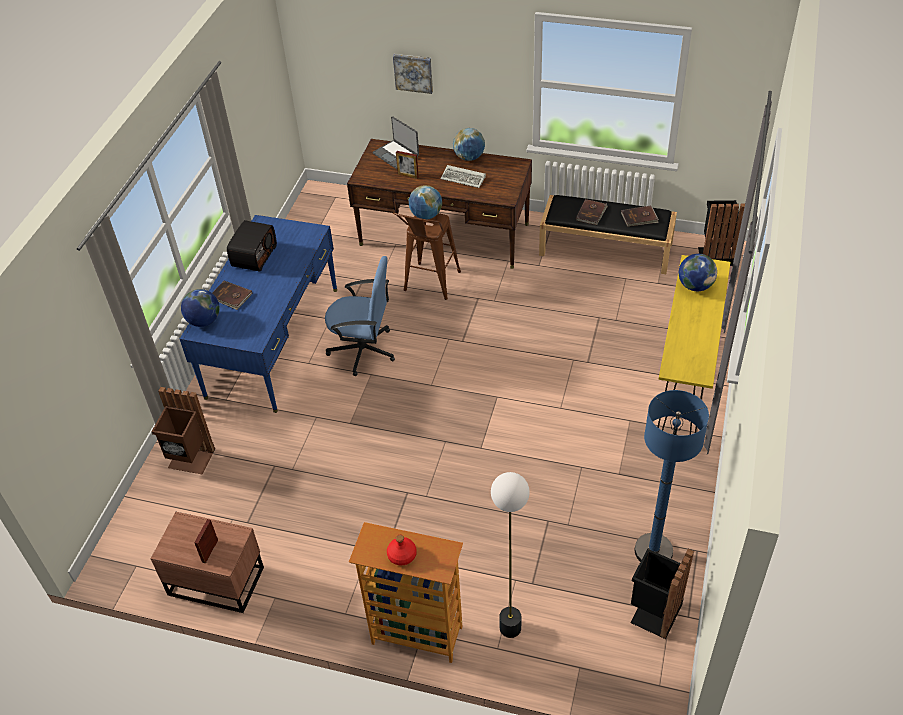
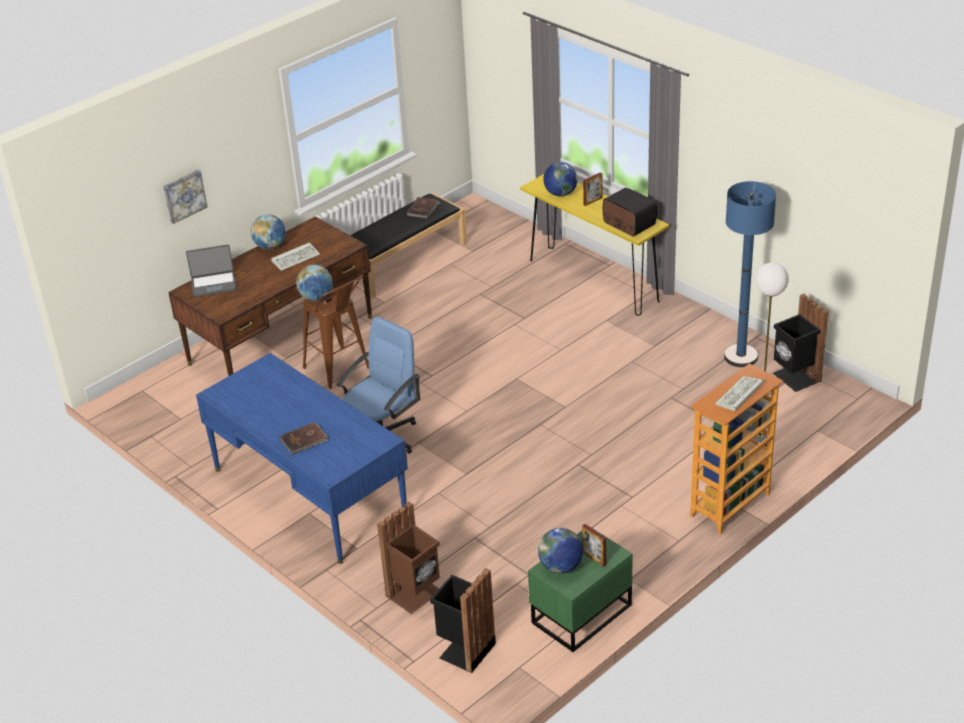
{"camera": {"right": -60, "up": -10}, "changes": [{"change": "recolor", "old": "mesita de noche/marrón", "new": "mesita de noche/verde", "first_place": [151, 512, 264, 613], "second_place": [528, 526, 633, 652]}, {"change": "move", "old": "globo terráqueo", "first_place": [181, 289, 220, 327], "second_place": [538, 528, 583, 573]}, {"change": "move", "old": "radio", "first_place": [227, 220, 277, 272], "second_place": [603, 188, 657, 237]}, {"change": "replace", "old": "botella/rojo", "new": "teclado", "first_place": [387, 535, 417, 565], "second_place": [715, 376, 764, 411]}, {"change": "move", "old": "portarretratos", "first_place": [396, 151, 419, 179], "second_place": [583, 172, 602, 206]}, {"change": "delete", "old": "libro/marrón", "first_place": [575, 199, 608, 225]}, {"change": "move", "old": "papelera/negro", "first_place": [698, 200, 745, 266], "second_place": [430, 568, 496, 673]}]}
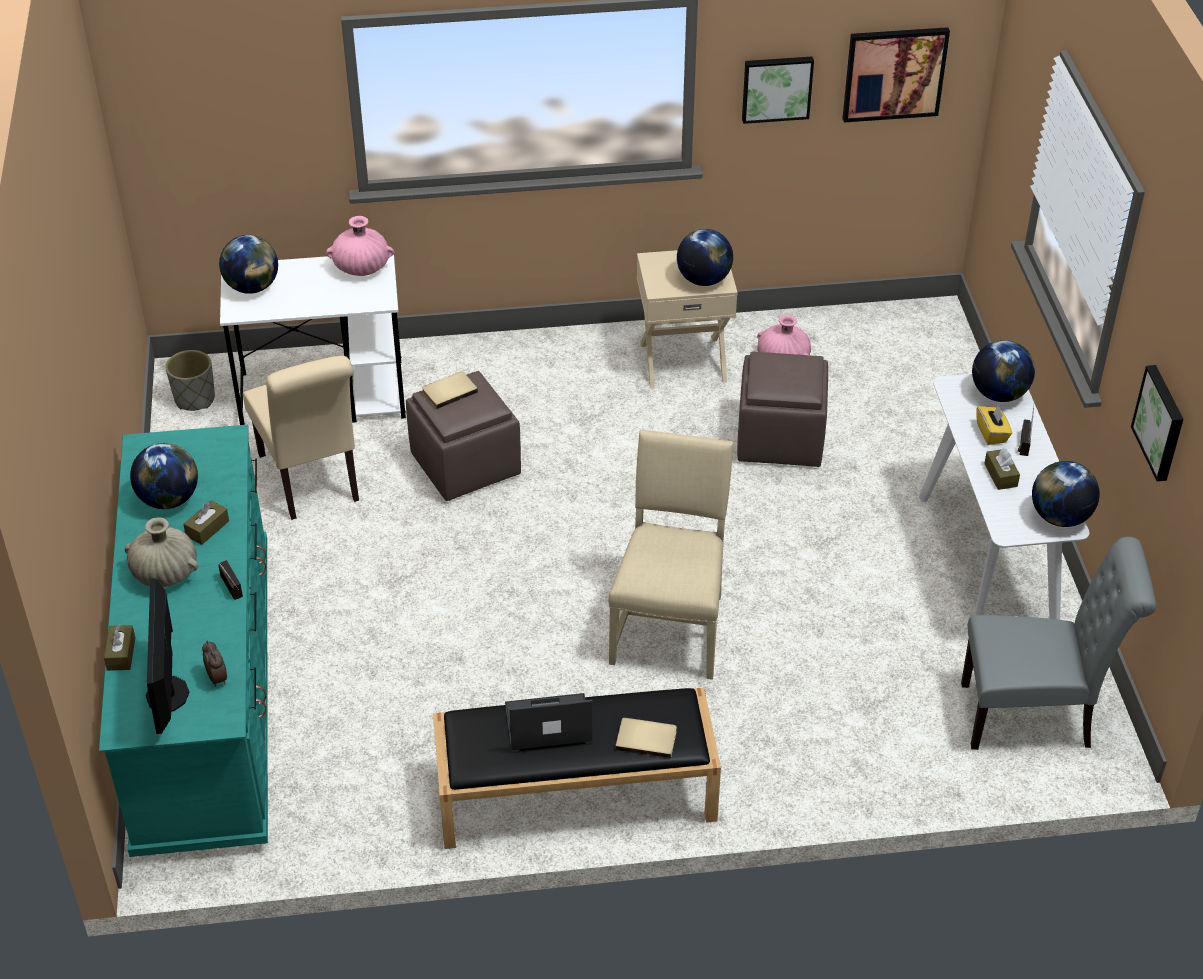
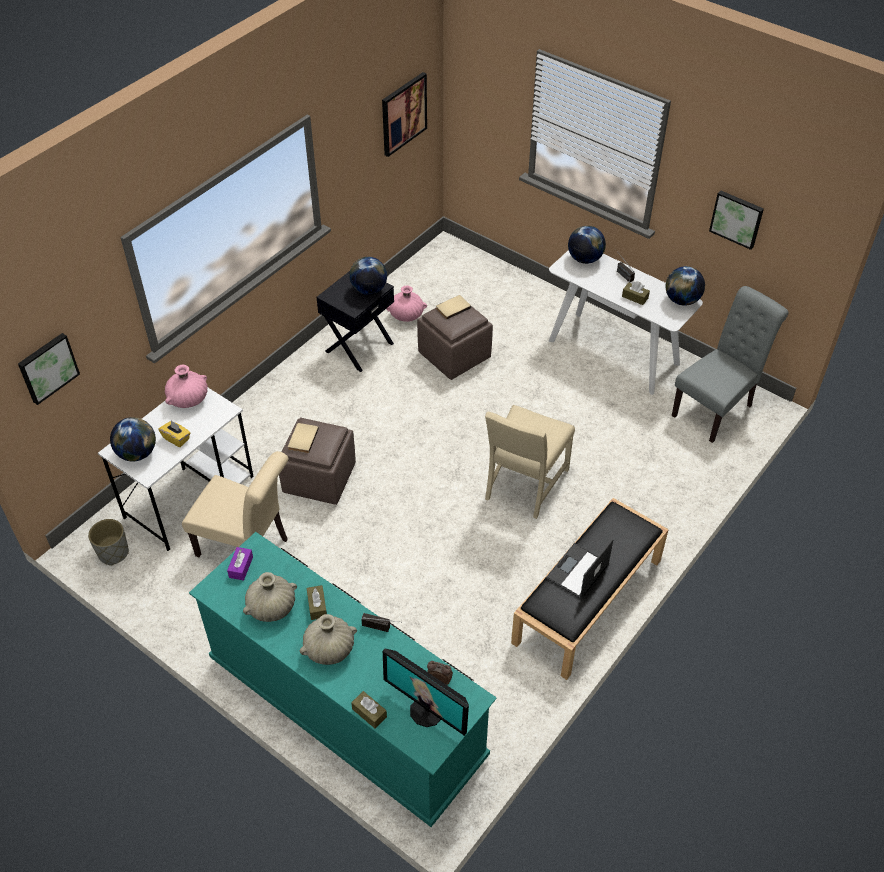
{"camera": {"right": -45, "up": 5}, "changes": [{"change": "replace", "old": "globo terráqueo", "new": "florero/beis", "first_place": [130, 443, 198, 509], "second_place": [243, 572, 297, 622]}, {"change": "rotate", "old": "silla/beis", "first_place": [608, 429, 733, 680], "second_place": [485, 405, 575, 519], "degrees": -120}, {"change": "move", "old": "libro/beis", "first_place": [615, 718, 677, 758], "second_place": [436, 295, 471, 320]}, {"change": "recolor", "old": "mesita de noche/beis", "new": "mesita de noche/negro", "first_place": [637, 250, 738, 389], "second_place": [316, 271, 394, 372]}, {"change": "move", "old": "cuadro", "first_place": [742, 57, 814, 124], "second_place": [18, 333, 80, 405]}, {"change": "move", "old": "caja de pañuelos/amarillo", "first_place": [976, 405, 1012, 445], "second_place": [159, 421, 191, 447]}, {"change": "insert", "new": "caja de pañuelos/morado", "second_place": [227, 547, 253, 580]}]}
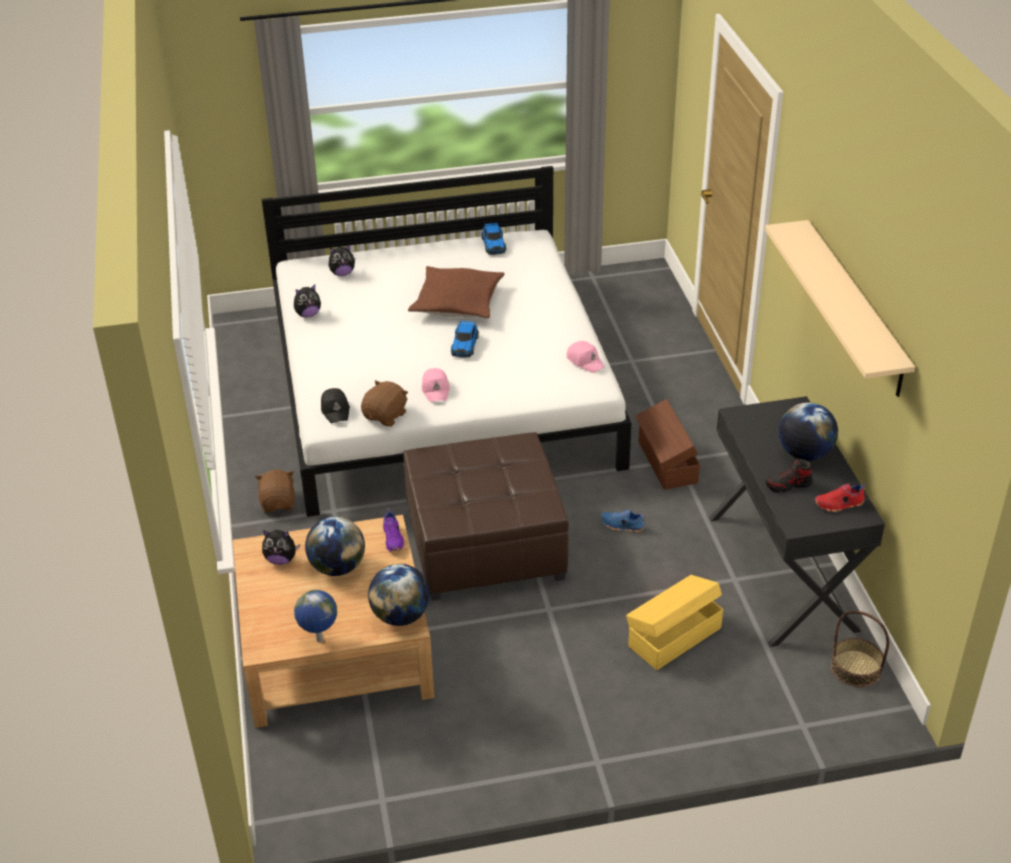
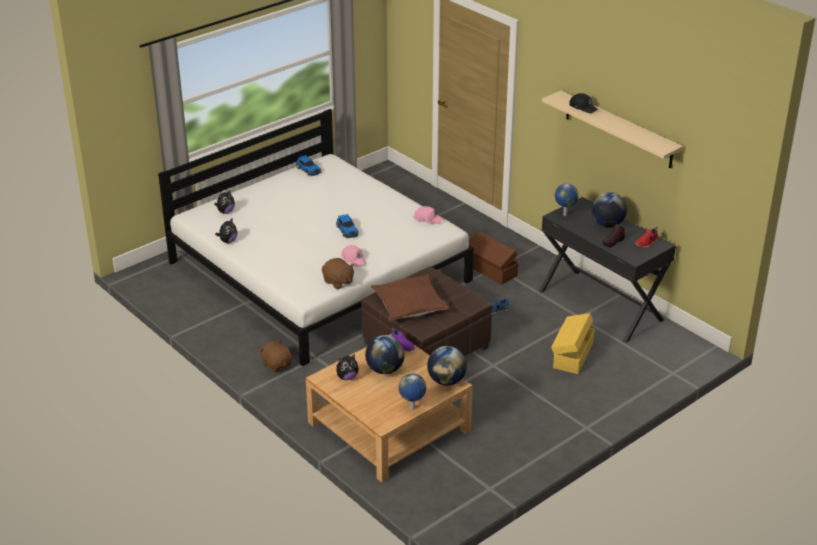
{"camera": {"right": -30, "up": -5}, "changes": [{"change": "move", "old": "gorra/negro", "first_place": [321, 388, 350, 423], "second_place": [569, 93, 598, 113]}, {"change": "rotate", "old": "peluche/marrón", "first_place": [361, 380, 408, 427], "second_place": [322, 258, 354, 289], "degrees": 135}, {"change": "move", "old": "cojín/marrón", "first_place": [408, 266, 504, 319], "second_place": [371, 275, 449, 321]}, {"change": "delete", "old": "cesta", "first_place": [831, 611, 889, 687]}, {"change": "insert", "new": "globo terráqueo", "second_place": [555, 183, 578, 216]}]}
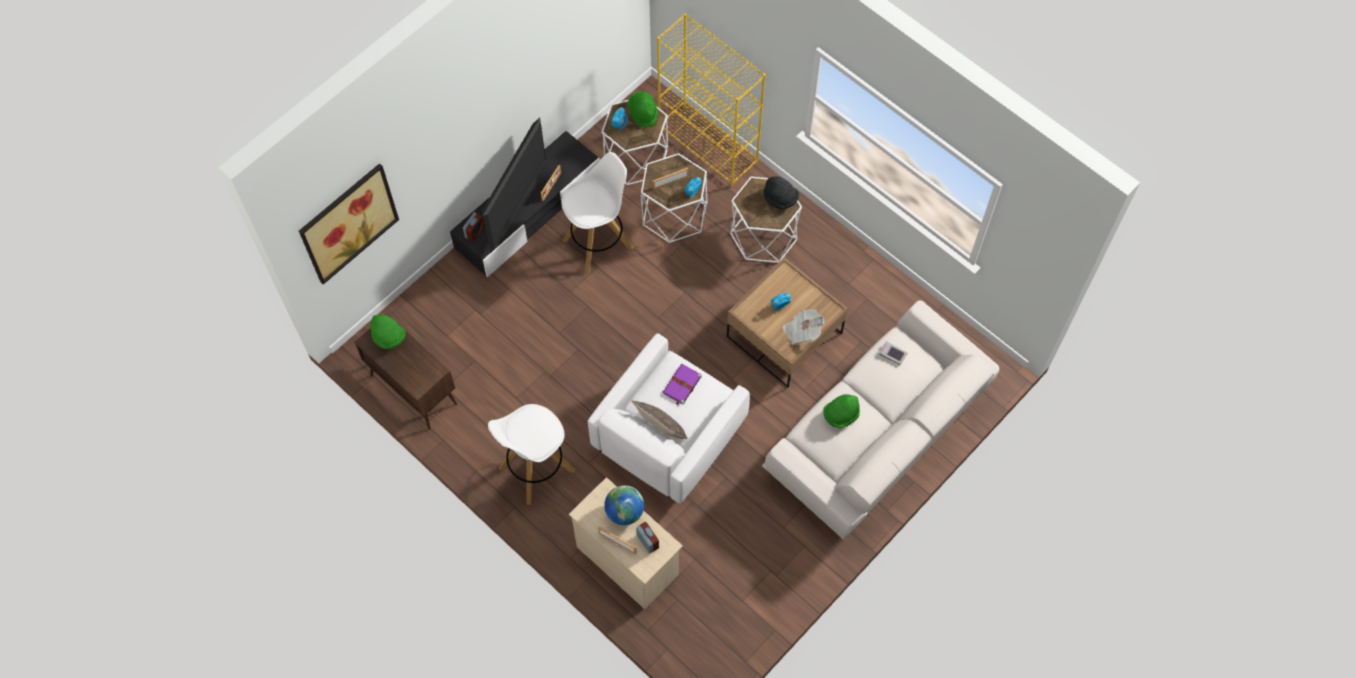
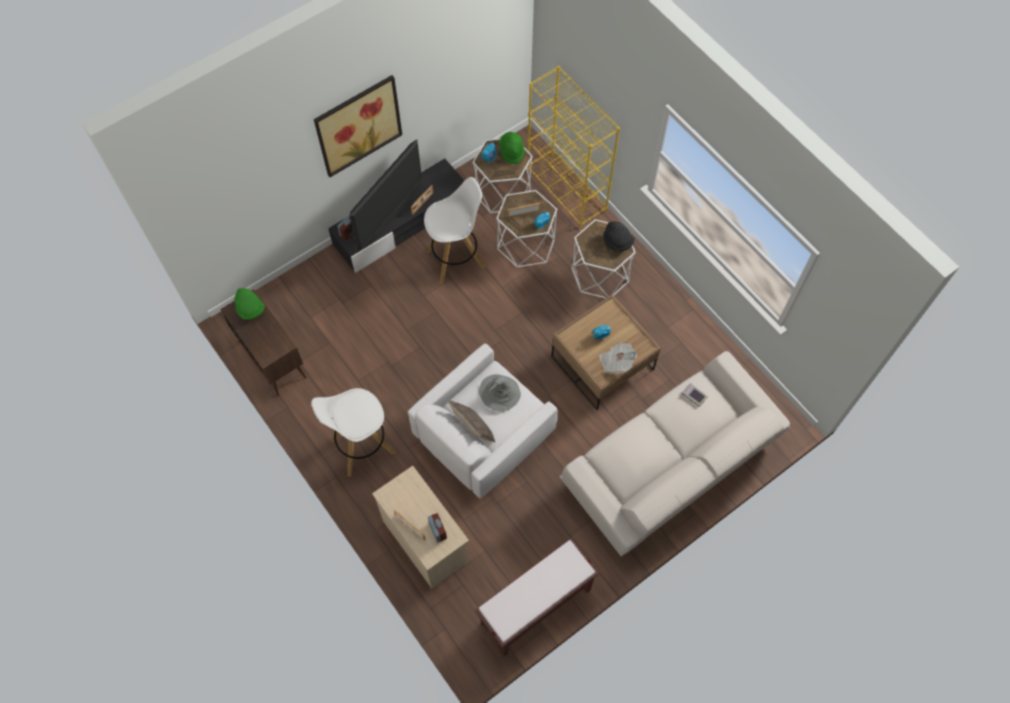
{"camera": {"right": 10, "up": 0}, "changes": [{"change": "move", "old": "cuadro", "first_place": [299, 163, 399, 284], "second_place": [314, 75, 402, 177]}, {"change": "delete", "old": "globo terráqueo", "first_place": [604, 485, 644, 525]}, {"change": "replace", "old": "libro/morado", "new": "sombrero/gris", "first_place": [662, 364, 702, 405], "second_place": [479, 374, 521, 412]}, {"change": "delete", "old": "sombrero/verde", "first_place": [823, 394, 860, 428]}, {"change": "insert", "new": "banco/marrón", "second_place": [474, 538, 599, 657]}]}
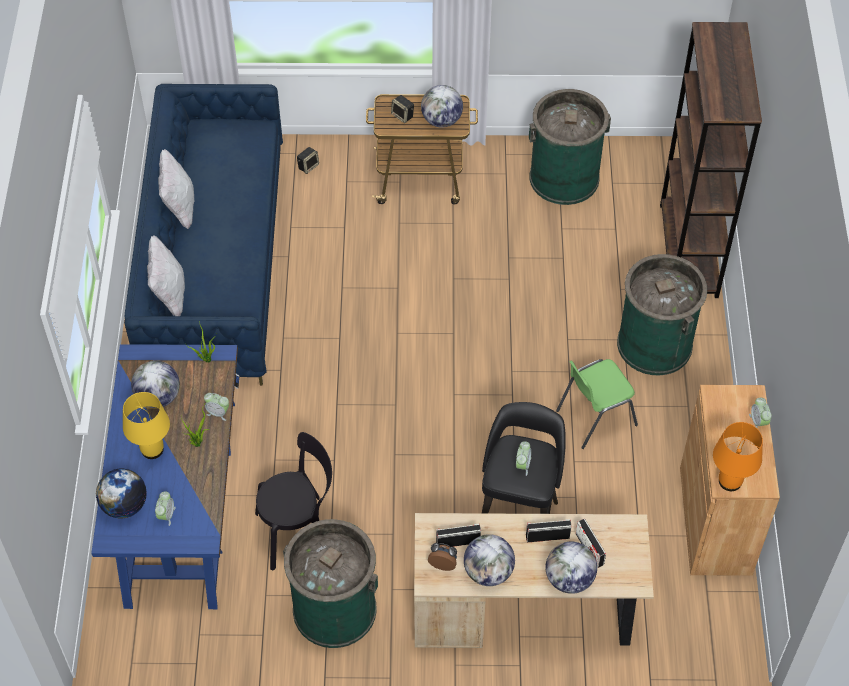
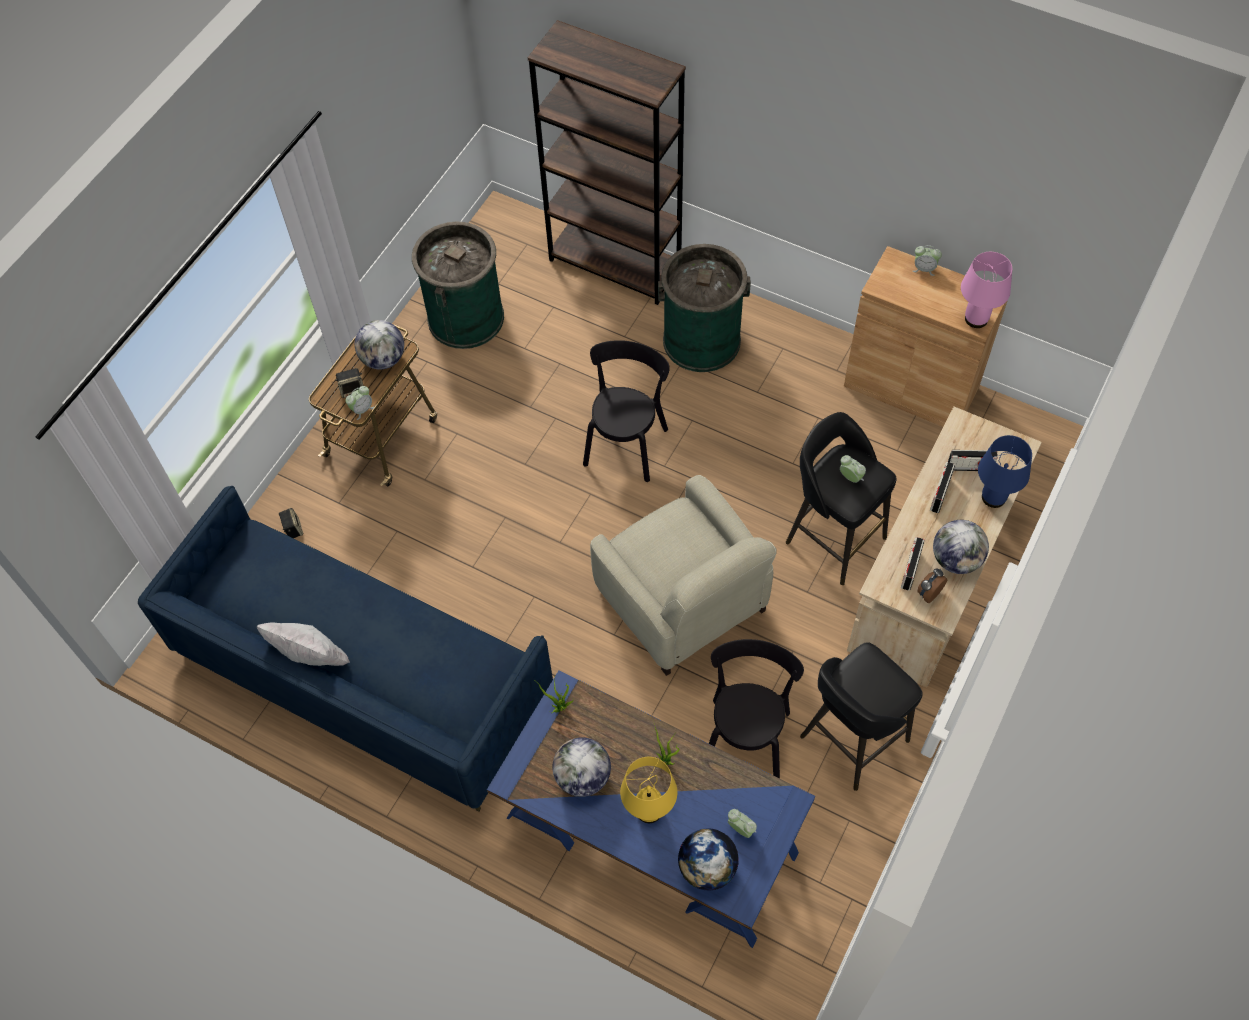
{"camera": {"right": -60, "up": 5}, "changes": [{"change": "delete", "old": "cojín/blanco", "first_place": [147, 236, 185, 316]}, {"change": "move", "old": "despertador", "first_place": [204, 393, 229, 421], "second_place": [346, 386, 375, 420]}, {"change": "replace", "old": "papelera/verde", "new": "taburete/negro", "first_place": [283, 519, 378, 648], "second_place": [800, 642, 923, 791]}, {"change": "replace", "old": "globo terráqueo", "new": "lámpara de mesa/azul", "first_place": [545, 542, 597, 594], "second_place": [978, 435, 1032, 508]}, {"change": "delete", "old": "silla/verde", "first_place": [556, 359, 638, 449]}, {"change": "recolor", "old": "lámpara de mesa/naranja", "new": "lámpara de mesa/rosa", "first_place": [713, 422, 763, 491], "second_place": [961, 252, 1012, 328]}, {"change": "insert", "new": "silla/negro", "second_place": [583, 340, 670, 482]}, {"change": "insert", "new": "sillón/beis", "second_place": [590, 475, 777, 676]}]}
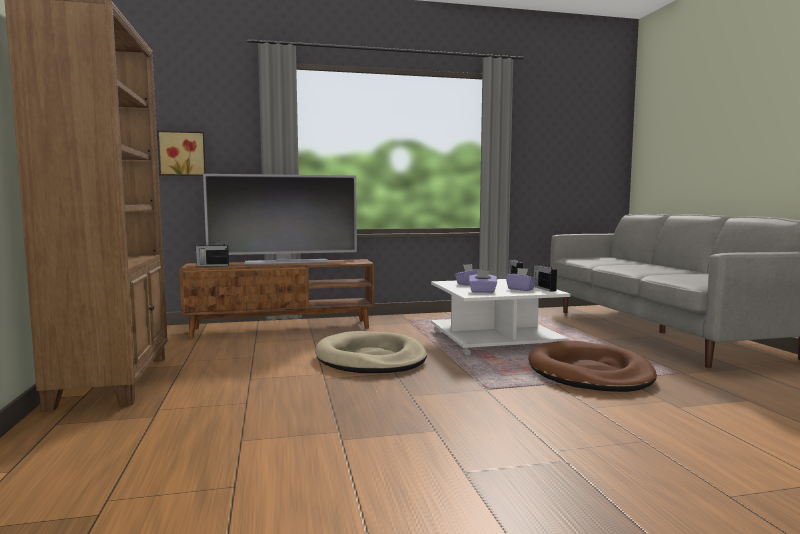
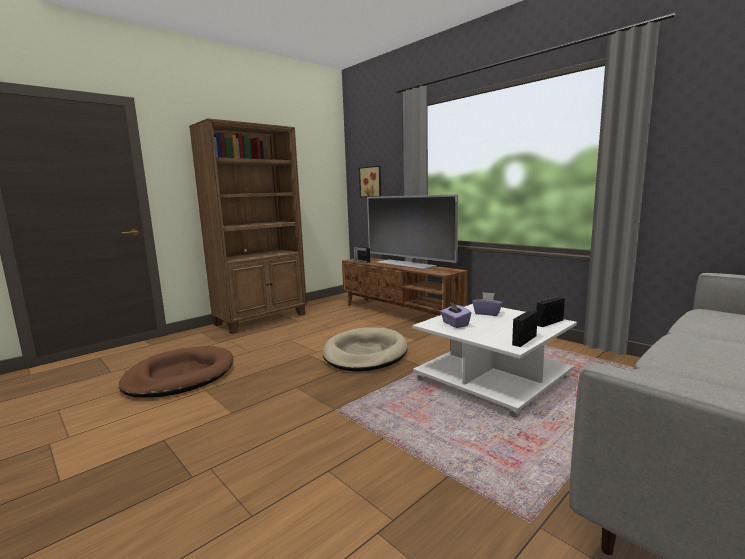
{"camera": {"right": 60, "up": 5}, "changes": [{"change": "delete", "old": "caja de pañuelos/morado", "first_place": [506, 268, 537, 291]}, {"change": "move", "old": "cama para perro/marrón", "first_place": [528, 341, 657, 392], "second_place": [119, 346, 233, 398]}]}
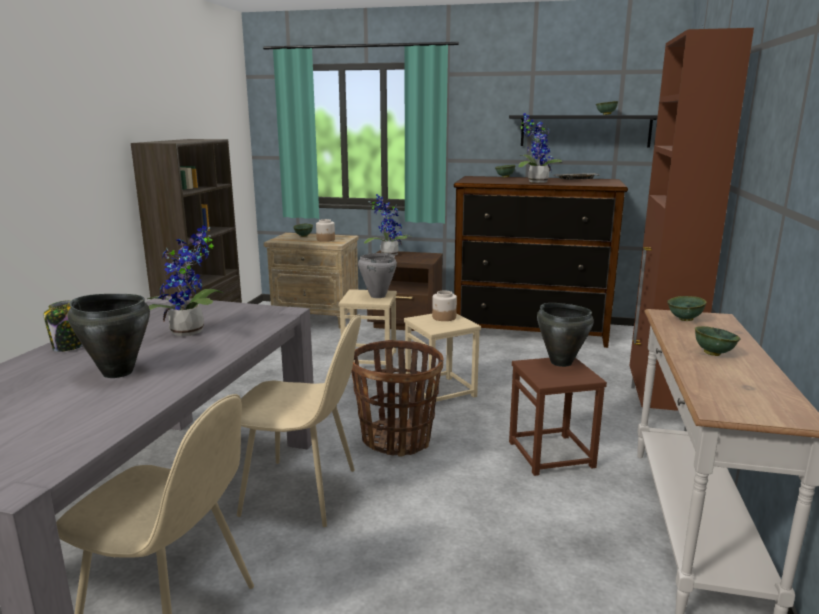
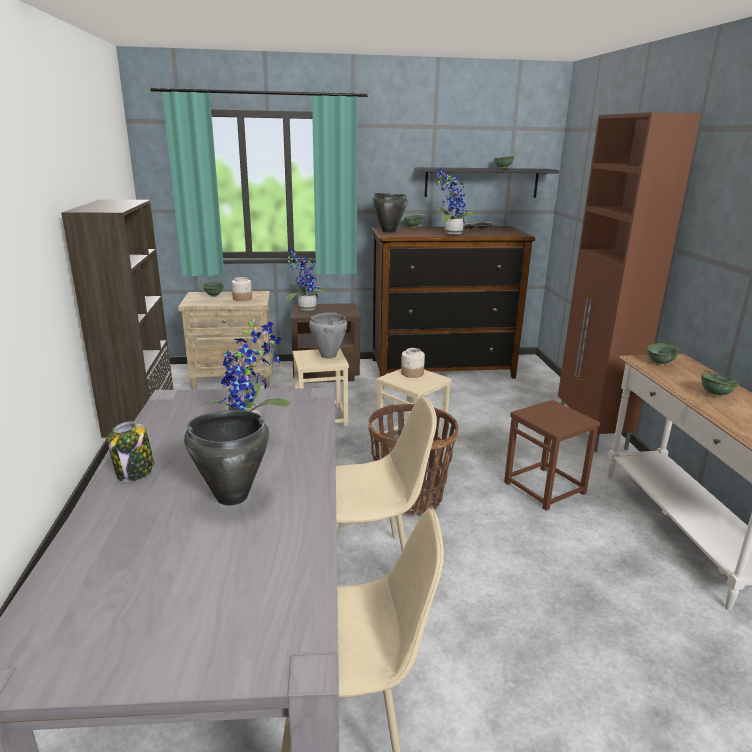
{"camera": {"right": -20, "up": 5}, "changes": [{"change": "move", "old": "olla/negro", "first_place": [537, 303, 594, 367], "second_place": [372, 193, 407, 233]}]}
